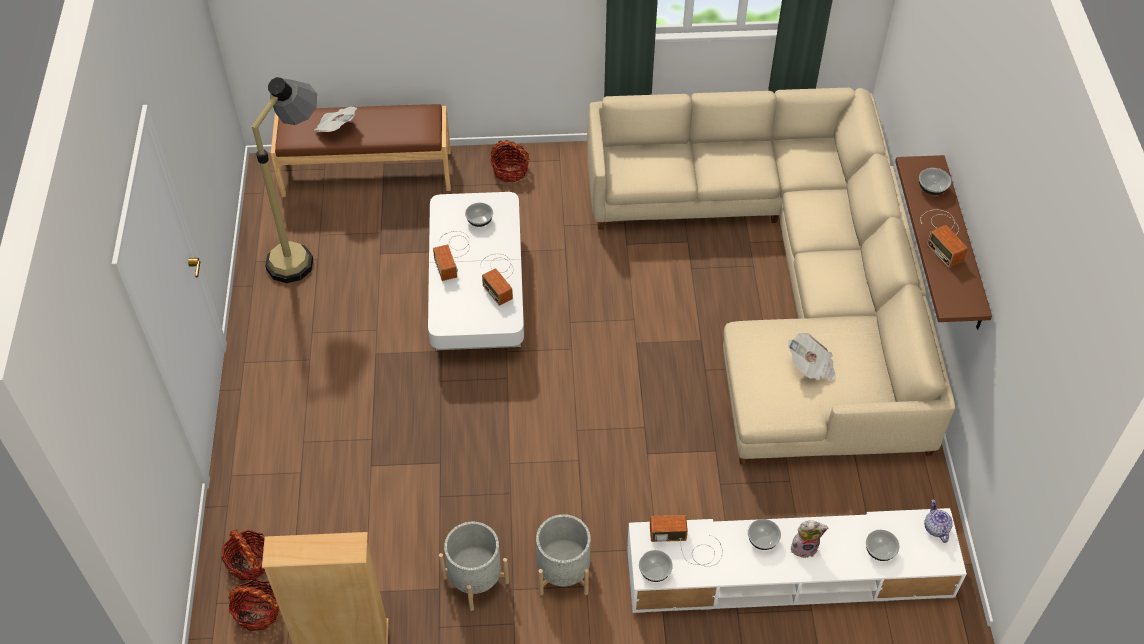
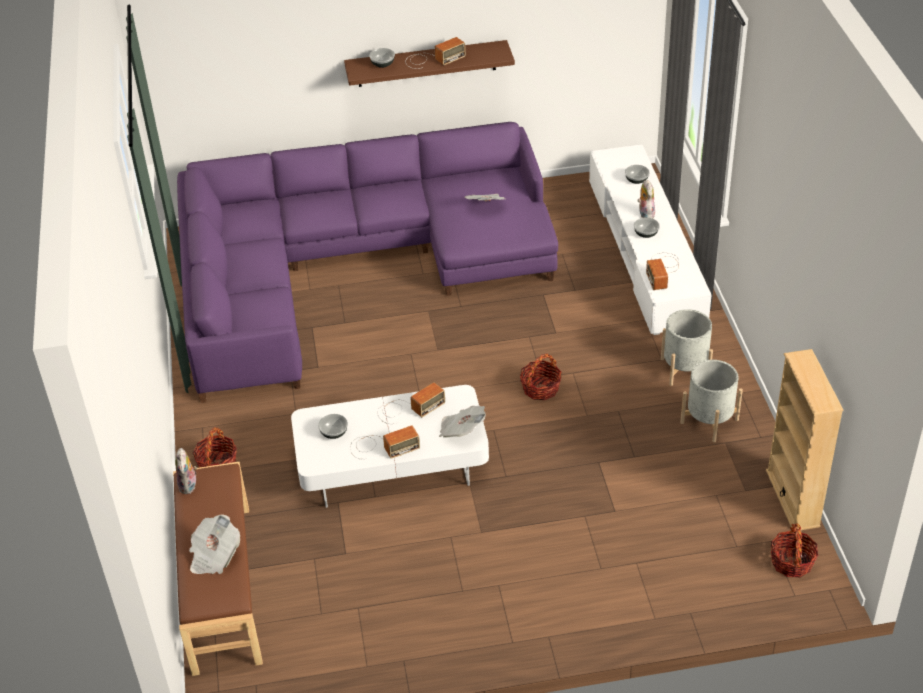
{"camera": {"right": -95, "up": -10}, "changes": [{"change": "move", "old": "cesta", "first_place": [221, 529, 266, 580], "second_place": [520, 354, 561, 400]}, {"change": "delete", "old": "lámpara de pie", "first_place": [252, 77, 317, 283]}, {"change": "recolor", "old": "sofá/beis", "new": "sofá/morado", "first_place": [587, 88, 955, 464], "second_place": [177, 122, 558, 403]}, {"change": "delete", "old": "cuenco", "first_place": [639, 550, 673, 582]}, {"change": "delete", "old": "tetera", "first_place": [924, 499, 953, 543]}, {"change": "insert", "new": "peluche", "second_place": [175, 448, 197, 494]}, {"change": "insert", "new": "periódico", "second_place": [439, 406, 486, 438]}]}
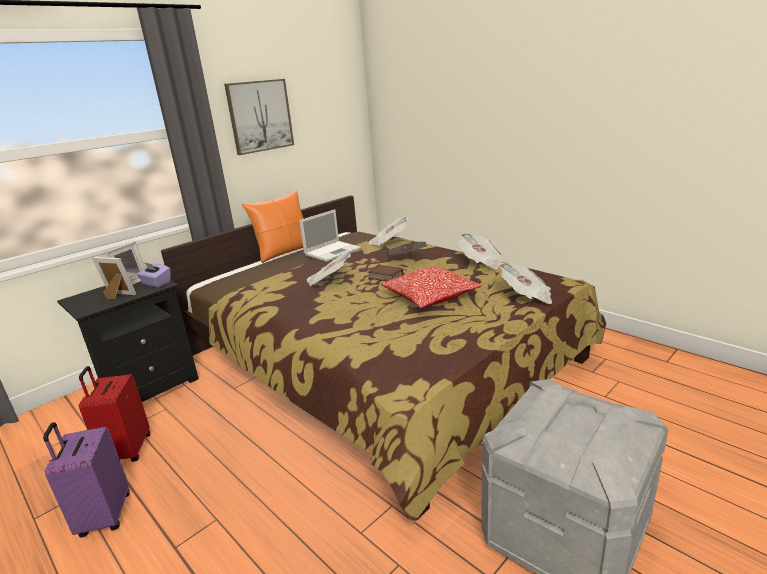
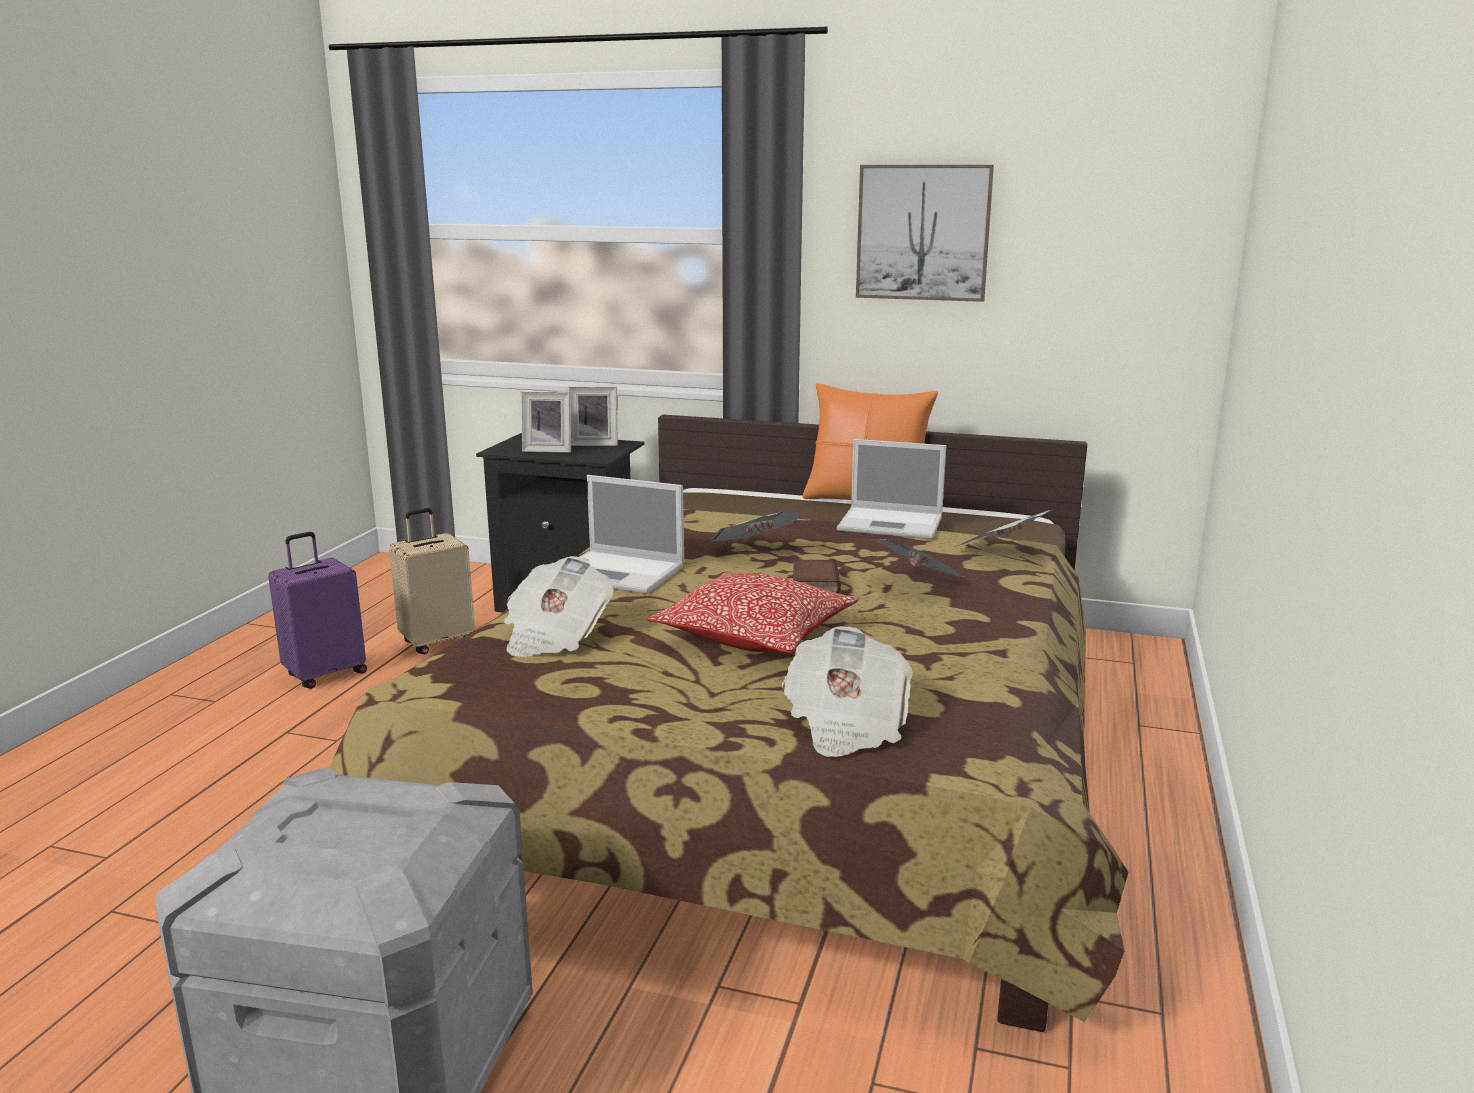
{"camera": {"right": 60, "up": -5}, "changes": [{"change": "recolor", "old": "maleta/rojo", "new": "maleta/beis", "first_place": [79, 366, 150, 462], "second_place": [389, 508, 475, 655]}, {"change": "rotate", "old": "portarretratos", "first_place": [92, 257, 136, 299], "second_place": [521, 391, 571, 453], "degrees": 105}, {"change": "delete", "old": "caja de pañuelos/morado", "first_place": [137, 262, 171, 287]}, {"change": "move", "old": "periódico", "first_place": [458, 233, 504, 269], "second_place": [504, 556, 614, 657]}, {"change": "insert", "new": "portátil", "second_place": [580, 475, 684, 594]}]}
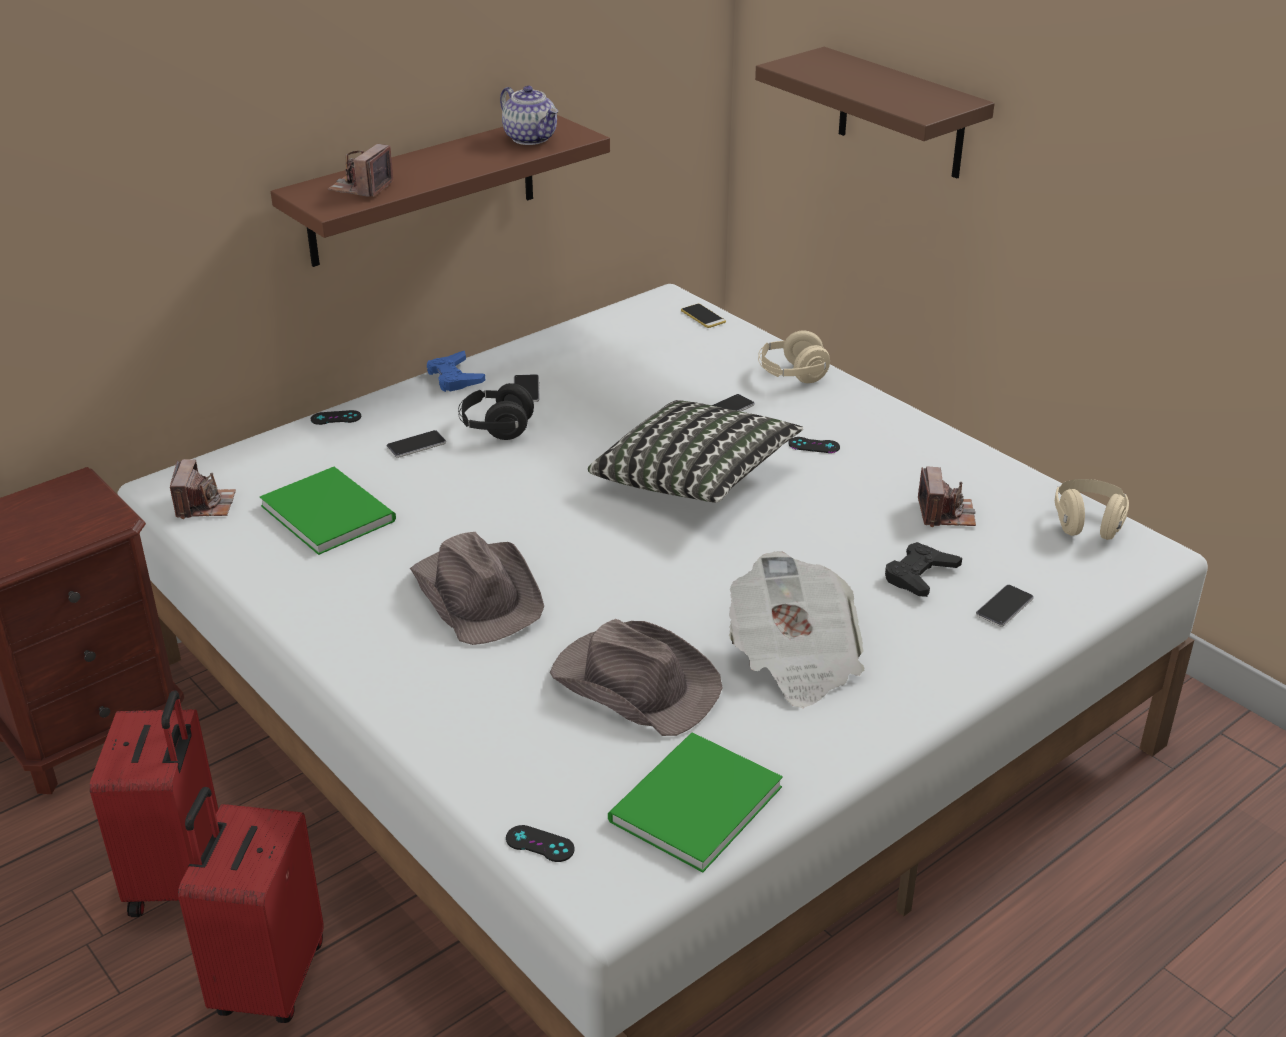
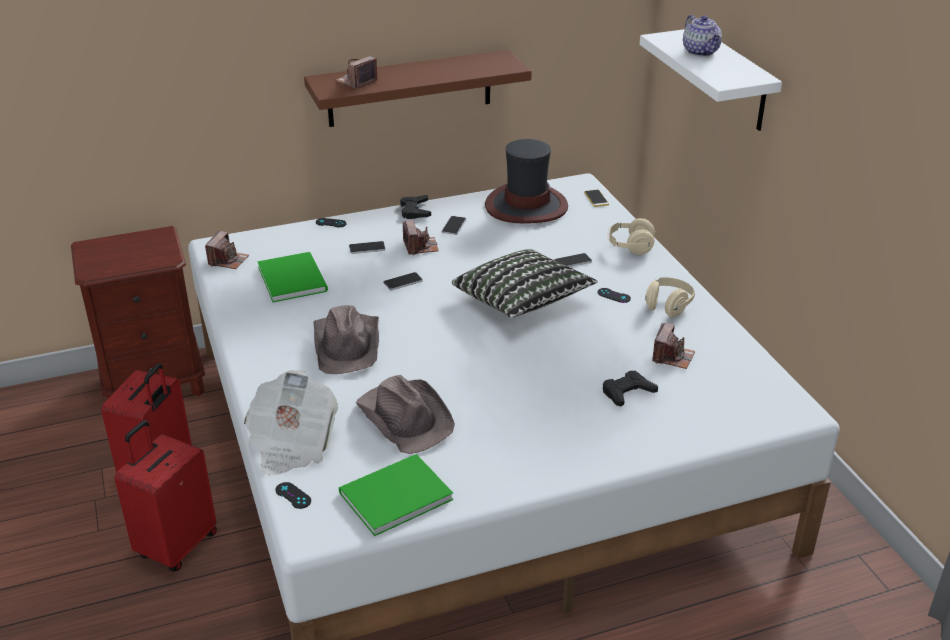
{"camera": {"right": 20, "up": 0}, "changes": [{"change": "recolor", "old": "mando de consola/azul", "new": "mando de consola/negro", "first_place": [427, 351, 485, 392], "second_place": [400, 195, 431, 219]}, {"change": "replace", "old": "auriculares/negro", "new": "cámara", "first_place": [458, 383, 534, 440], "second_place": [403, 220, 439, 255]}, {"change": "move", "old": "tetera", "first_place": [500, 86, 558, 145], "second_place": [683, 15, 722, 56]}, {"change": "move", "old": "periódico", "first_place": [729, 551, 865, 708], "second_place": [244, 370, 338, 475]}, {"change": "recolor", "old": "estante/marrón", "new": "estante/blanco", "first_place": [755, 47, 995, 179], "second_place": [640, 29, 782, 131]}, {"change": "move", "old": "móvil", "first_place": [976, 585, 1034, 627], "second_place": [383, 272, 423, 290]}, {"change": "move", "old": "auriculares/beis", "first_place": [1055, 479, 1129, 540], "second_place": [645, 277, 695, 317]}, {"change": "insert", "new": "sombrero", "second_place": [485, 139, 568, 224]}]}
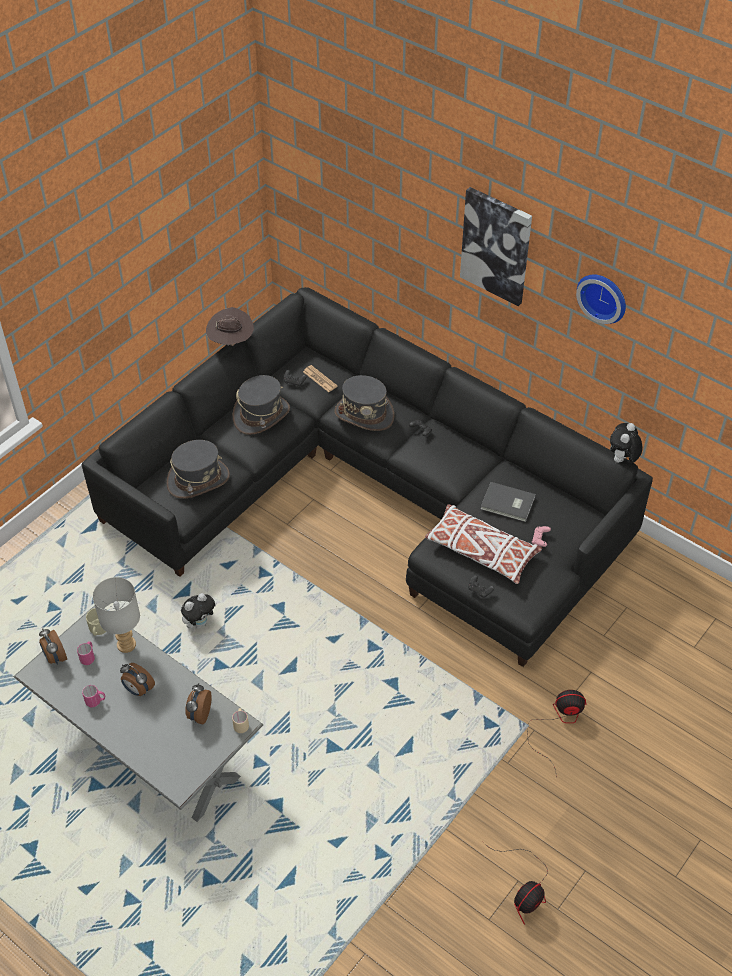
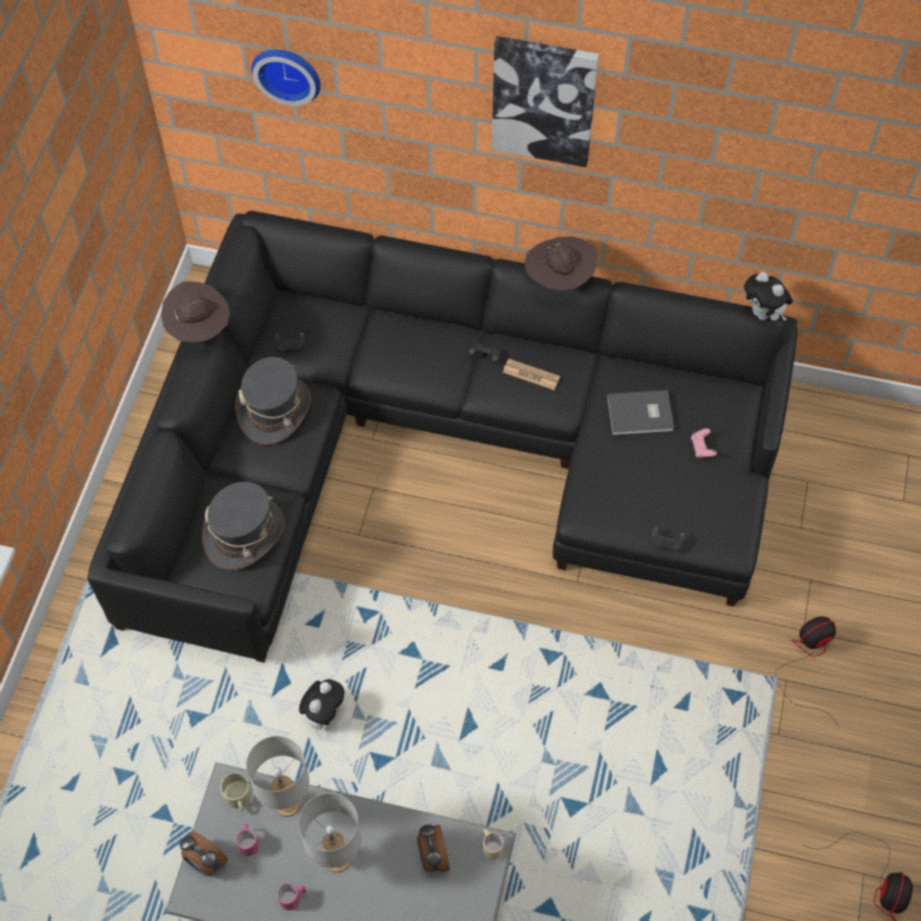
{"camera": {"right": -25, "up": 10}, "changes": [{"change": "replace", "old": "despertador", "new": "lámpara de mesa/gris", "first_place": [120, 663, 155, 696], "second_place": [299, 793, 361, 872]}, {"change": "move", "old": "periódico", "first_place": [303, 365, 338, 392], "second_place": [503, 359, 560, 390]}, {"change": "delete", "old": "sombrero/gris", "first_place": [335, 375, 394, 431]}, {"change": "delete", "old": "cojín/blanco", "first_place": [425, 504, 542, 584]}, {"change": "move", "old": "reloj de pared", "first_place": [576, 274, 626, 324], "second_place": [251, 50, 321, 106]}, {"change": "rotate", "old": "peluche", "first_place": [610, 423, 642, 463], "second_place": [744, 272, 793, 321], "degrees": -45}, {"change": "insert", "new": "sombrero/marrón", "second_place": [525, 236, 597, 290]}]}
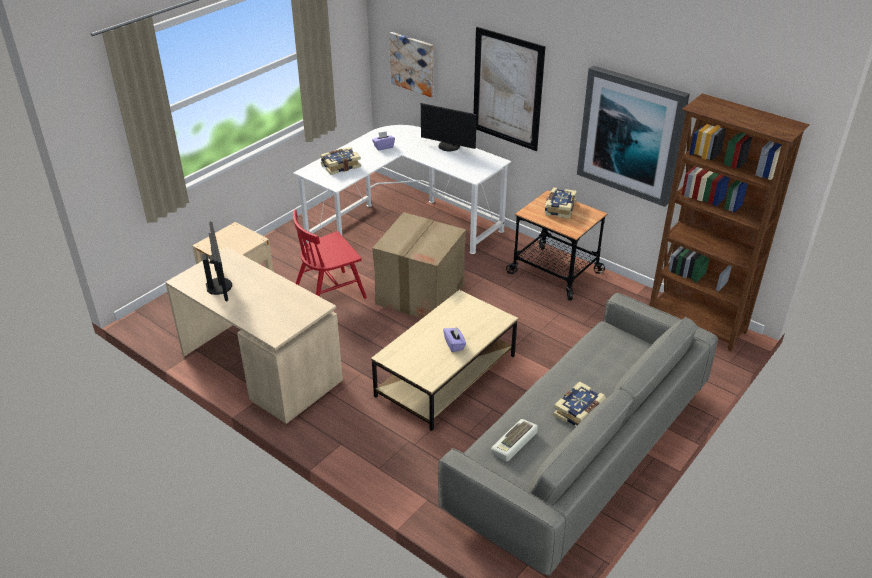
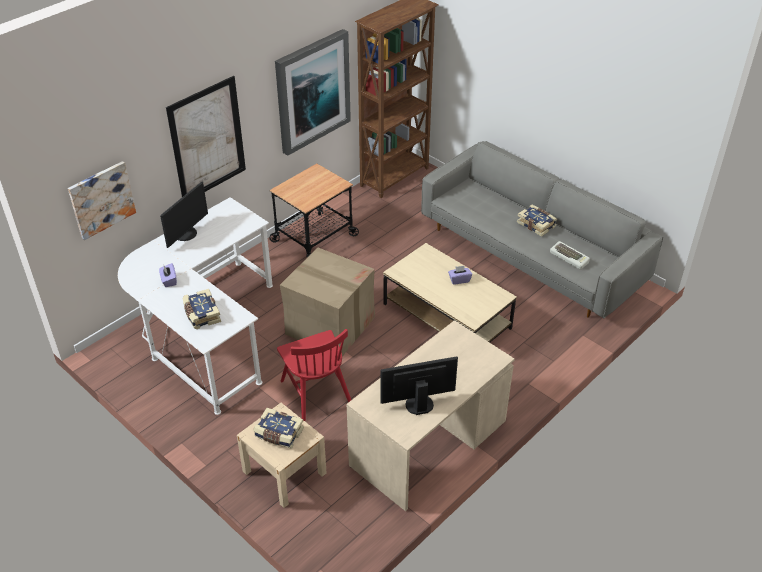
{"camera": {"right": -85, "up": 5}, "changes": [{"change": "move", "old": "libro", "first_place": [545, 187, 577, 219], "second_place": [254, 408, 304, 449]}]}
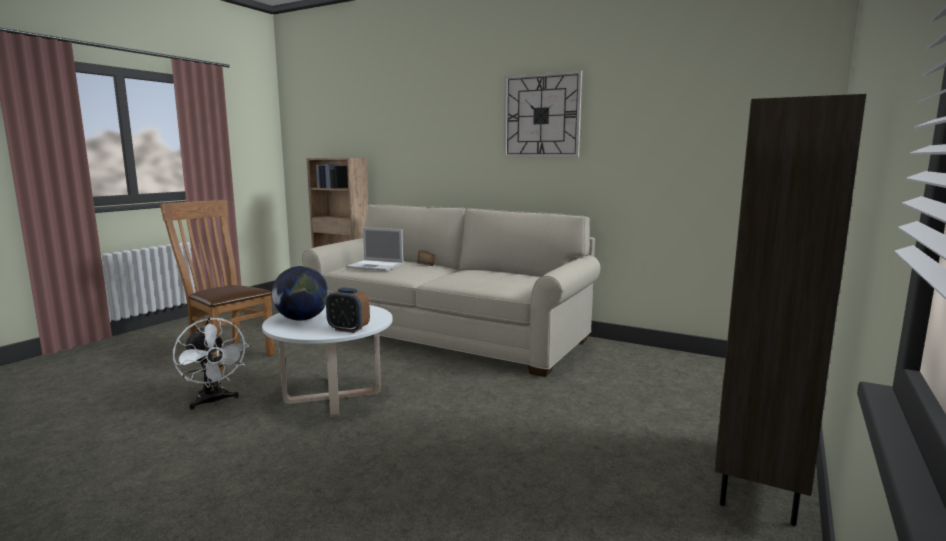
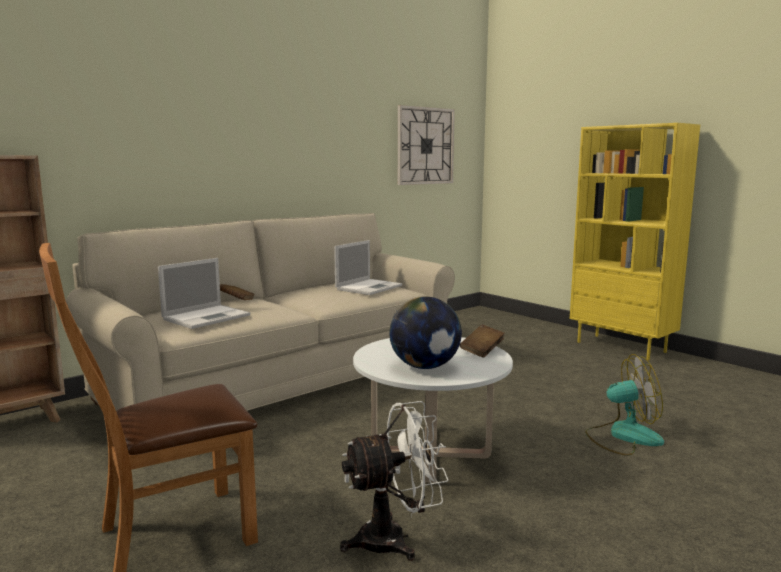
{"camera": {"right": -70, "up": 0}, "changes": [{"change": "replace", "old": "despertador", "new": "libro/marrón", "first_place": [326, 288, 370, 333], "second_place": [460, 325, 505, 357]}, {"change": "move", "old": "reloj de pared", "first_place": [504, 70, 582, 157], "second_place": [398, 105, 455, 185]}, {"change": "recolor", "old": "estantería/marrón", "new": "estantería/amarillo", "first_place": [715, 94, 866, 526], "second_place": [570, 123, 700, 360]}, {"change": "insert", "new": "portátil", "second_place": [334, 240, 402, 295]}, {"change": "insert", "new": "ventilador", "second_place": [585, 354, 664, 456]}]}
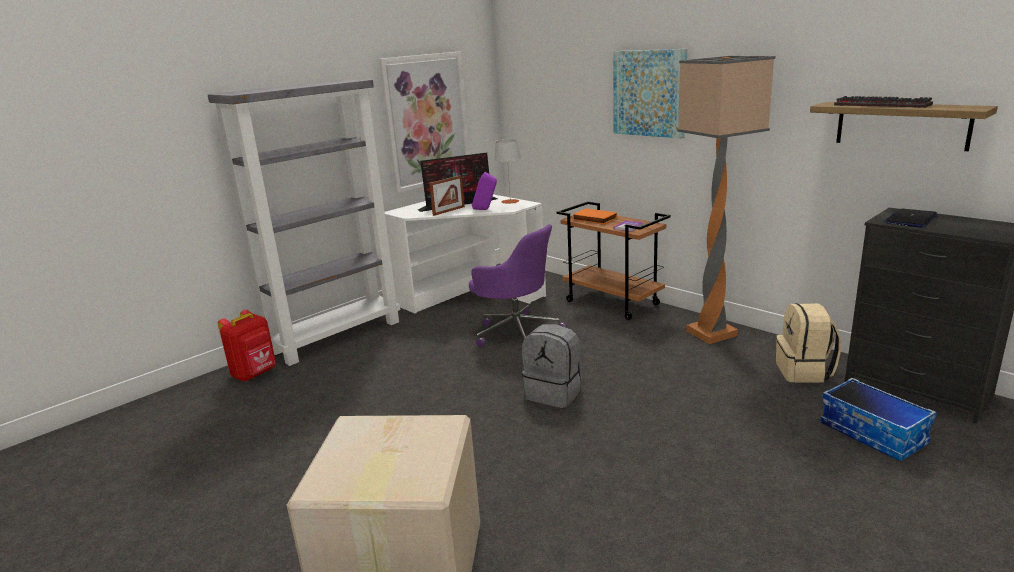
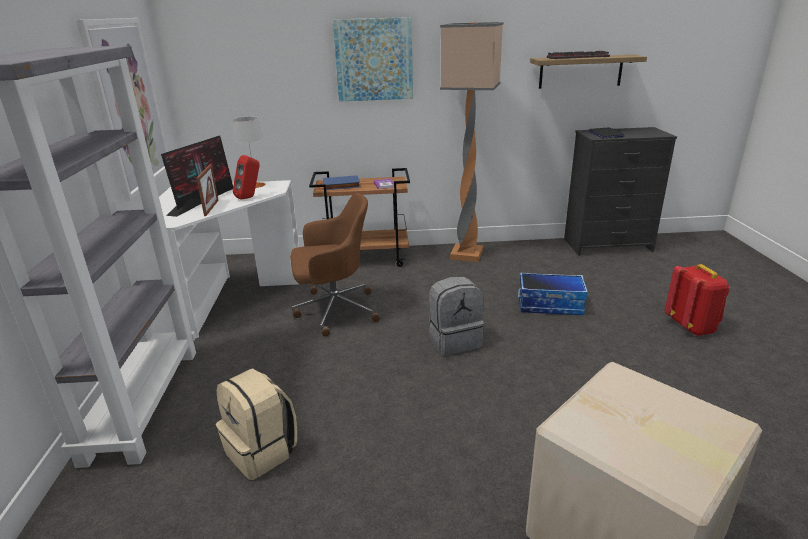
{"camera": {"right": -50, "up": 5}, "changes": [{"change": "move", "old": "mochila/rojo", "first_place": [218, 310, 276, 381], "second_place": [665, 264, 730, 336]}, {"change": "recolor", "old": "silla de oficina/morado", "new": "silla de oficina/marrón", "first_place": [469, 224, 567, 347], "second_place": [290, 193, 380, 337]}, {"change": "recolor", "old": "altavoz/morado", "new": "altavoz/rojo", "first_place": [472, 172, 497, 210], "second_place": [233, 155, 260, 200]}, {"change": "recolor", "old": "libro/naranja", "new": "libro/azul", "first_place": [572, 208, 617, 224], "second_place": [323, 175, 360, 190]}, {"change": "move", "old": "mochila/beis", "first_place": [776, 303, 841, 383], "second_place": [216, 368, 297, 480]}, {"change": "move", "old": "caja de almacenaje", "first_place": [820, 378, 937, 461], "second_place": [518, 273, 588, 315]}]}
